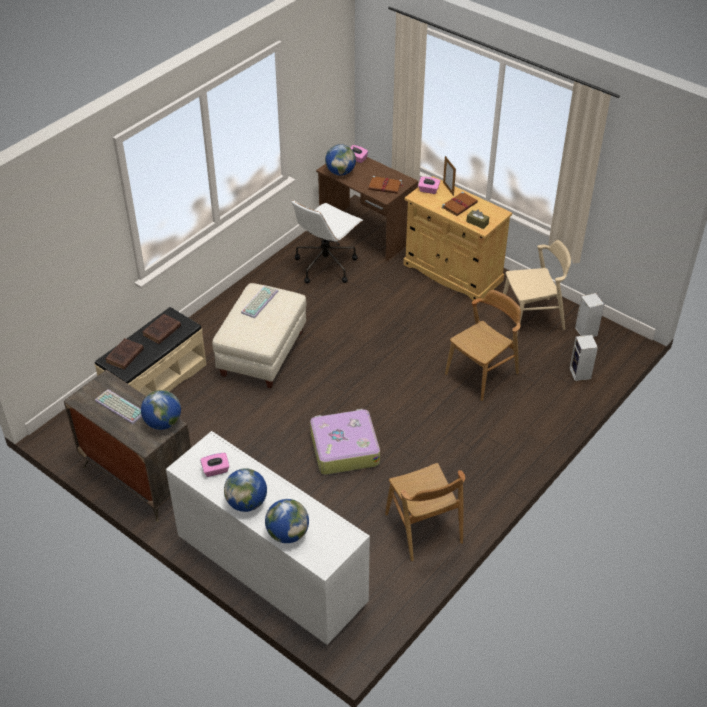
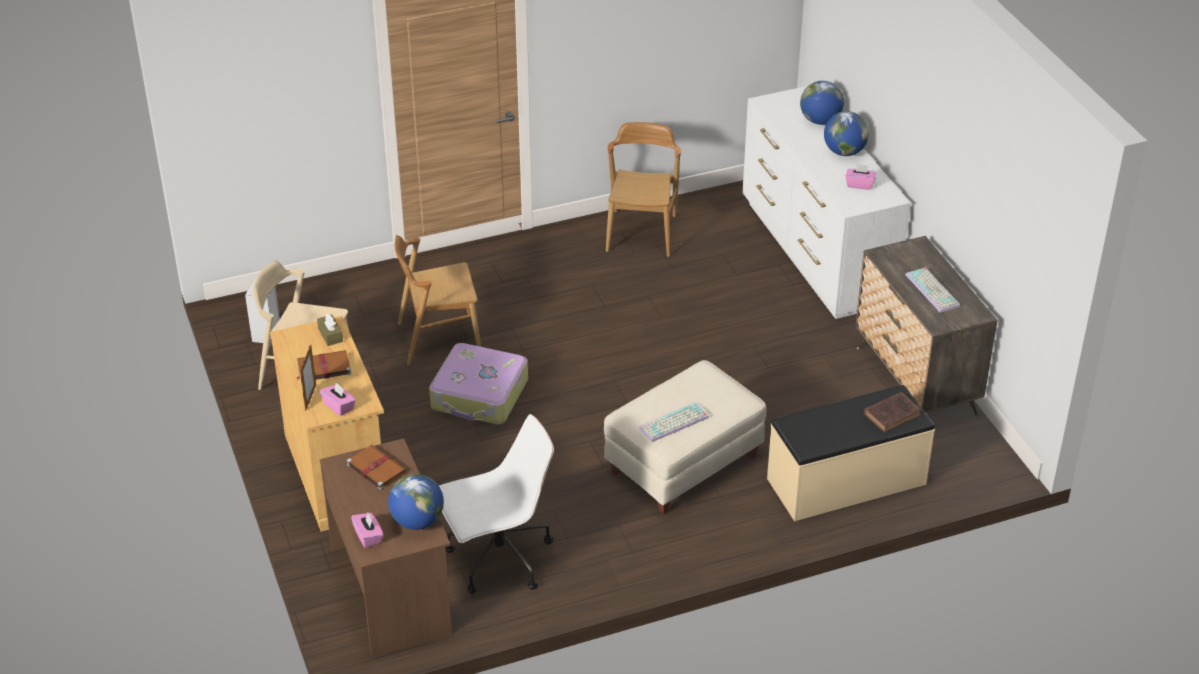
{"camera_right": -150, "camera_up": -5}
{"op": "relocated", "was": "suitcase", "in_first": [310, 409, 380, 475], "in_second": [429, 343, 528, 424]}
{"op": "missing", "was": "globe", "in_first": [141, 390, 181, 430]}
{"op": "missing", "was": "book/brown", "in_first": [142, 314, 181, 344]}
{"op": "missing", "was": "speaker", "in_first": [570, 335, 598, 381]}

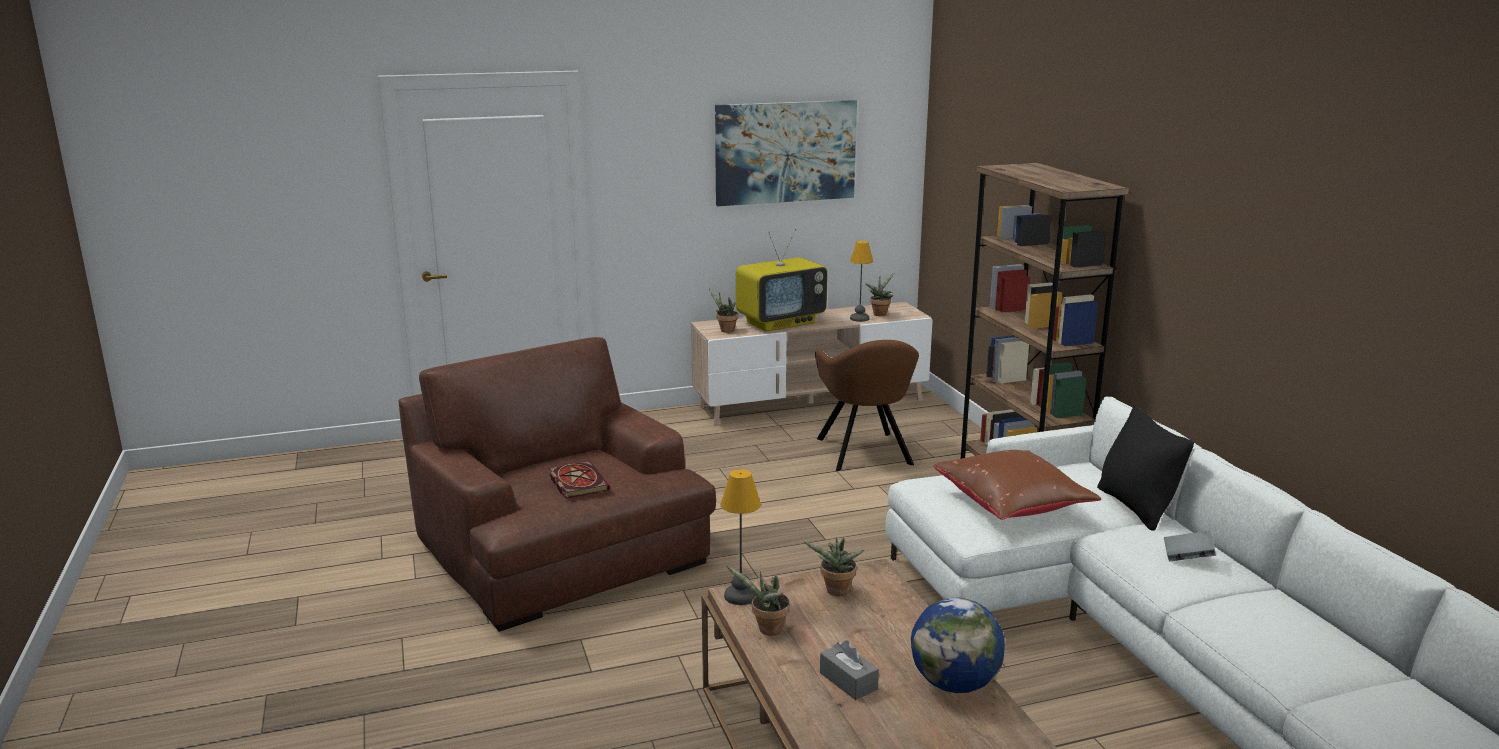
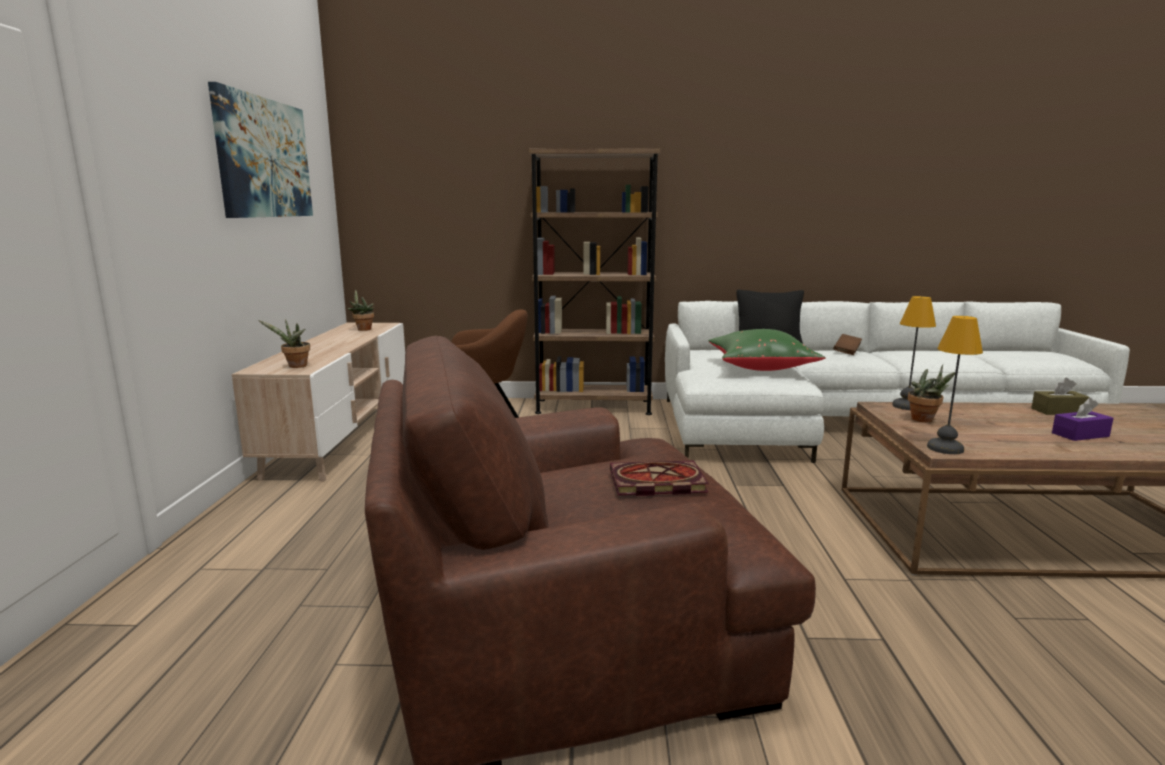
{"camera_right": -70, "camera_up": -5}
{"op": "colour", "was": "pillow/brown", "now": "pillow/green", "in_first": [934, 450, 1101, 520], "in_second": [709, 329, 825, 371]}
{"op": "colour", "was": "book/grey", "now": "book/brown", "in_first": [1164, 531, 1216, 561], "in_second": [833, 334, 862, 355]}
{"op": "relocated", "was": "table lamp", "in_first": [850, 241, 873, 322], "in_second": [892, 296, 936, 410]}
{"op": "exchanged", "was": "globe", "now": "tissue box/brown", "in_first": [911, 597, 1005, 693], "in_second": [1031, 378, 1090, 415]}
{"op": "colour", "was": "tissue box/grey", "now": "tissue box/purple", "in_first": [820, 640, 879, 700], "in_second": [1052, 398, 1114, 441]}
{"op": "missing", "was": "potted plant", "in_first": [727, 566, 790, 636]}
{"op": "missing", "was": "television", "in_first": [736, 229, 828, 332]}

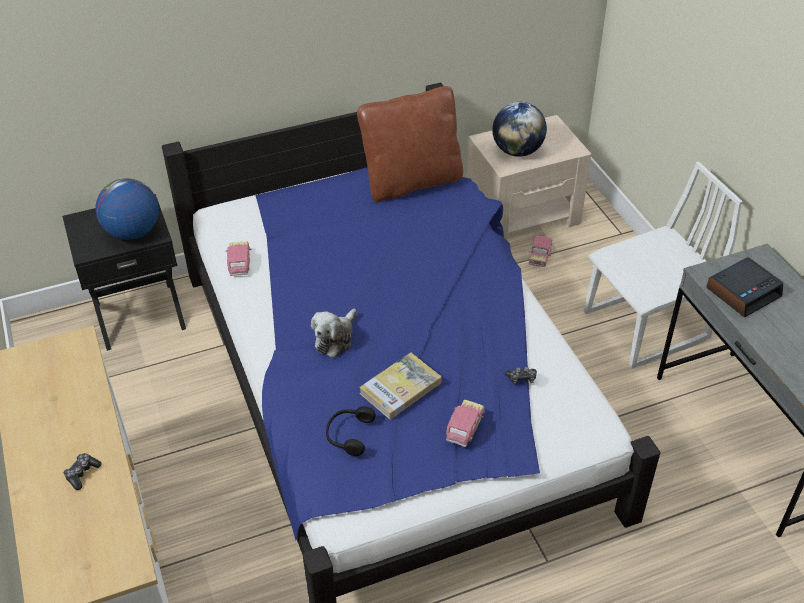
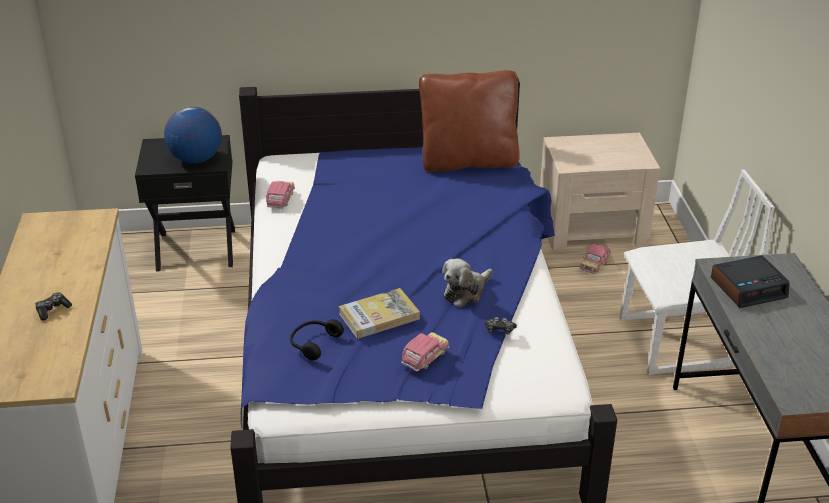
{"camera_right": 15, "camera_up": -10}
{"op": "relocated", "was": "plush toy", "in_first": [311, 308, 356, 358], "in_second": [442, 259, 492, 307]}
{"op": "missing", "was": "globe", "in_first": [492, 102, 547, 157]}

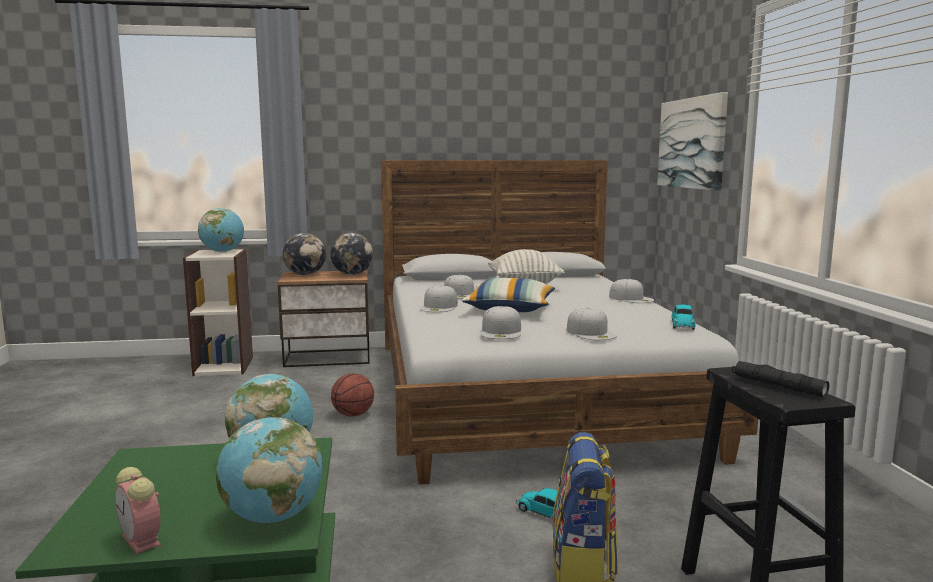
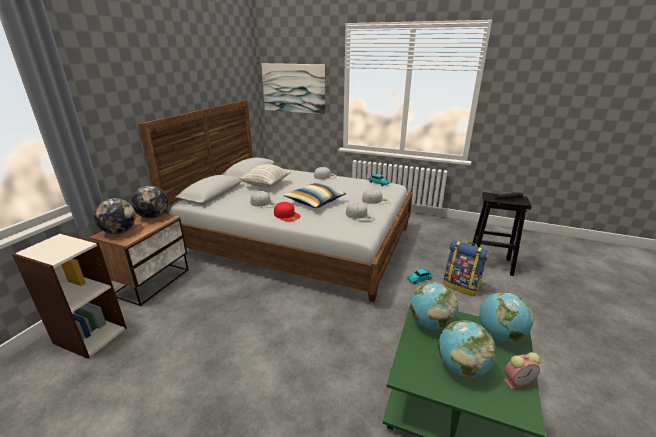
{"camera_right": -60, "camera_up": 15}
{"op": "colour", "was": "cap/white", "now": "cap/red", "in_first": [420, 285, 458, 312], "in_second": [274, 202, 300, 221]}
{"op": "relocated", "was": "globe", "in_first": [198, 208, 244, 252], "in_second": [438, 320, 496, 378]}
{"op": "missing", "was": "basketball", "in_first": [331, 373, 374, 417]}

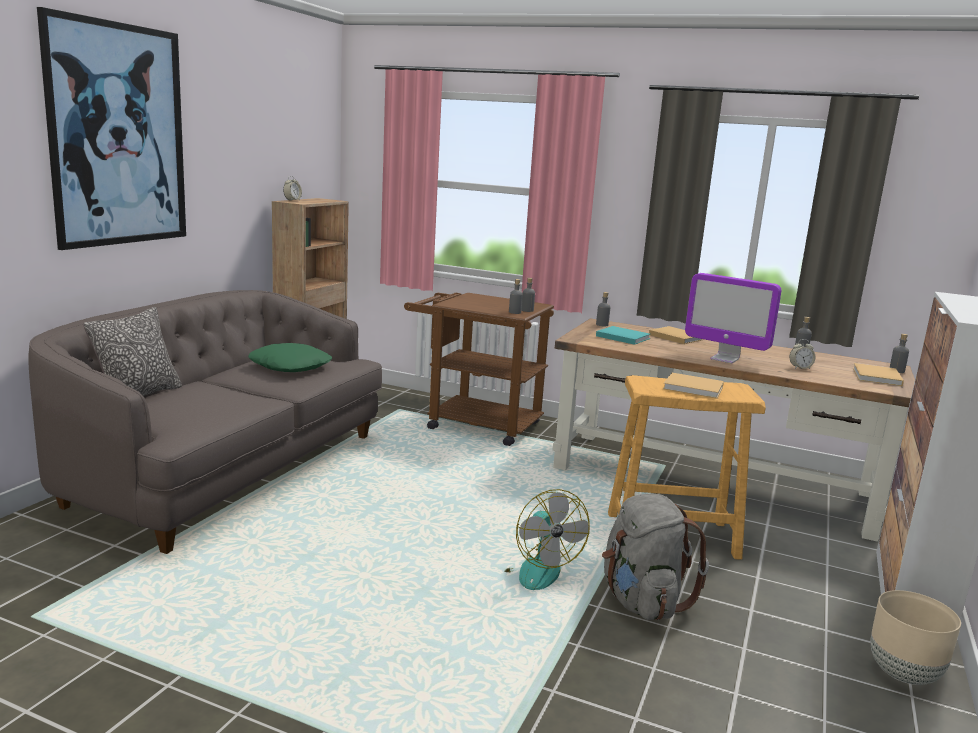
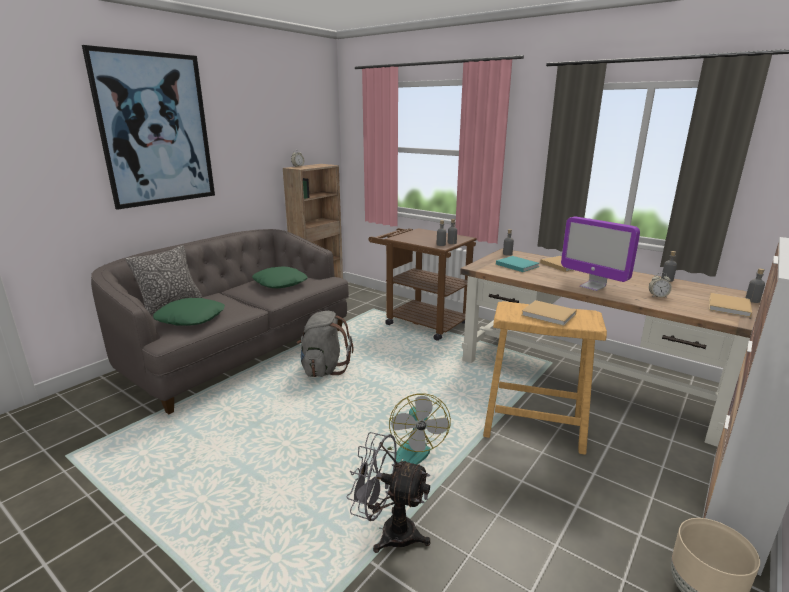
{"camera_right": 15, "camera_up": 5}
{"op": "appeared", "now": "pillow/green", "in_second": [153, 298, 225, 326]}
{"op": "relocated", "was": "backpack/grey", "in_first": [602, 493, 709, 620], "in_second": [296, 311, 353, 377]}
{"op": "appeared", "now": "fan/grey", "in_second": [347, 432, 430, 553]}

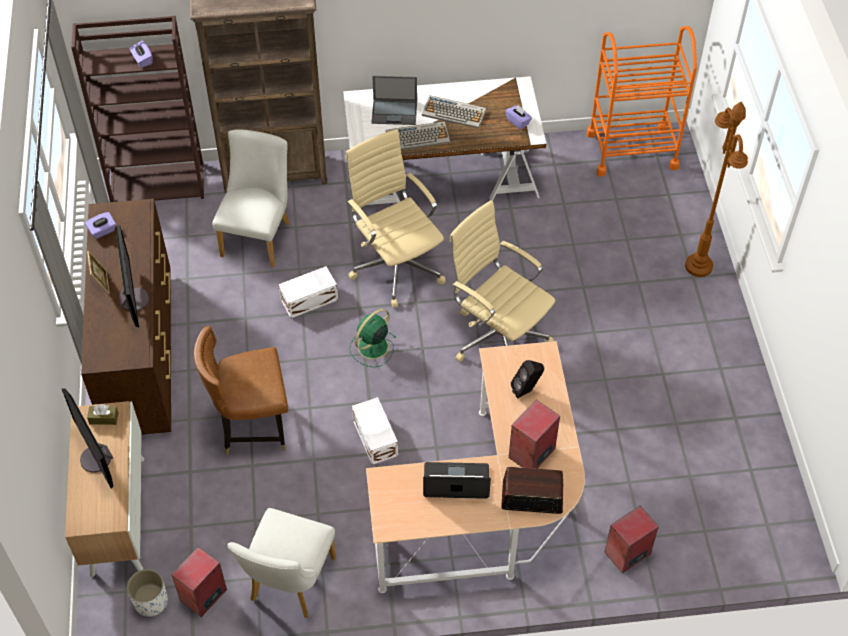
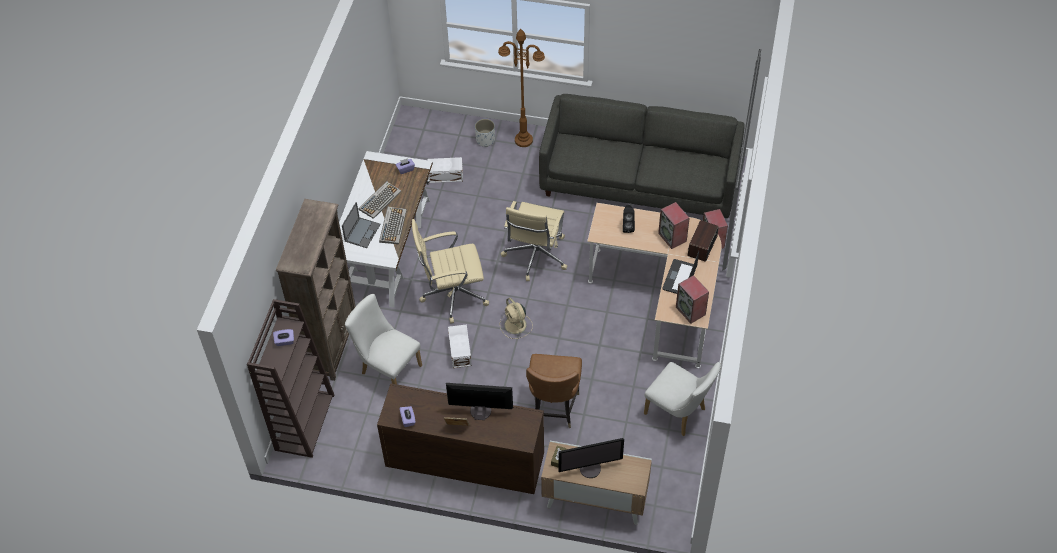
{"camera_right": -70, "camera_up": 0}
{"op": "relocated", "was": "storage box/white", "in_first": [352, 397, 398, 465], "in_second": [427, 157, 463, 183]}
{"op": "relocated", "was": "planter/white", "in_first": [127, 569, 168, 617], "in_second": [475, 119, 495, 147]}
{"op": "colour", "was": "fan/green", "now": "fan/beige", "in_first": [349, 309, 396, 367], "in_second": [499, 298, 533, 339]}
{"op": "spun", "was": "office chair/beige", "in_first": [449, 200, 555, 362], "in_second": [501, 201, 567, 281], "clockwise": -45}
{"op": "appeared", "now": "sofa/grey", "in_second": [539, 94, 745, 218]}
{"op": "relocated", "was": "speaker", "in_first": [171, 547, 227, 617], "in_second": [676, 275, 709, 324]}
{"op": "missing", "was": "cart/orange", "in_first": [586, 26, 697, 177]}

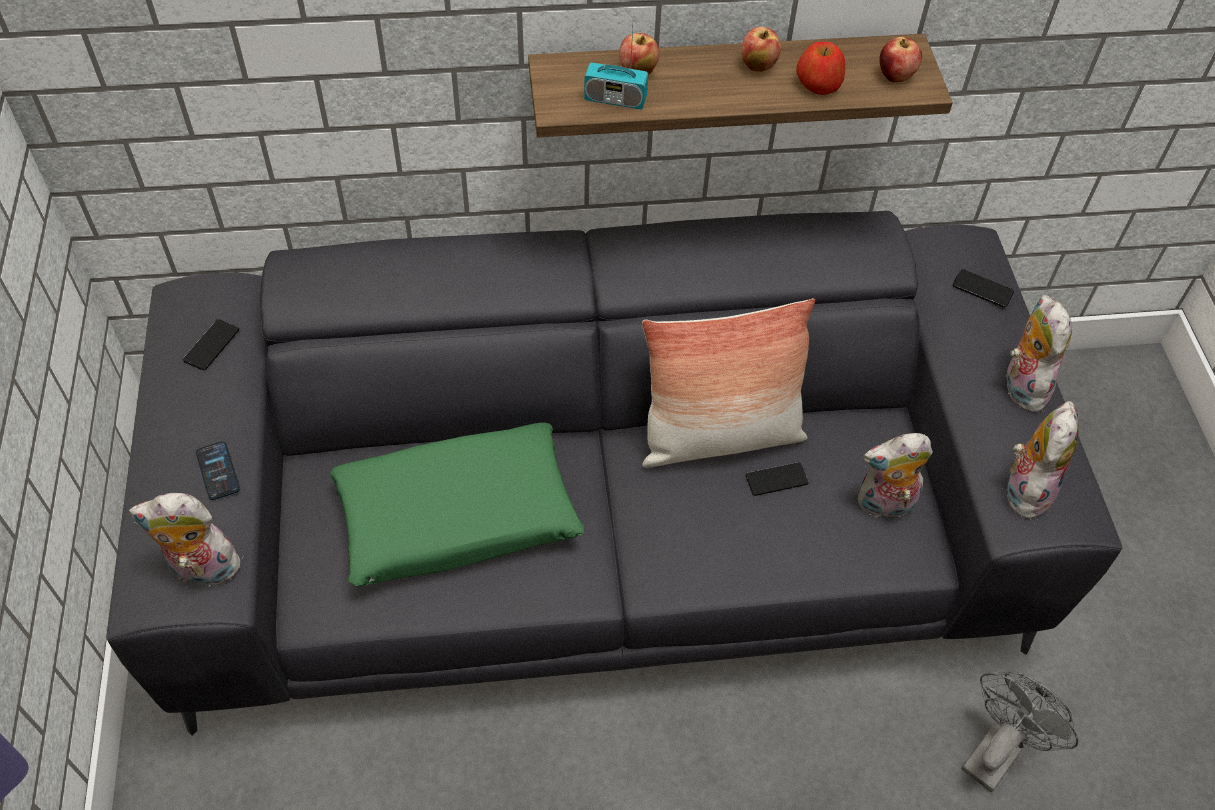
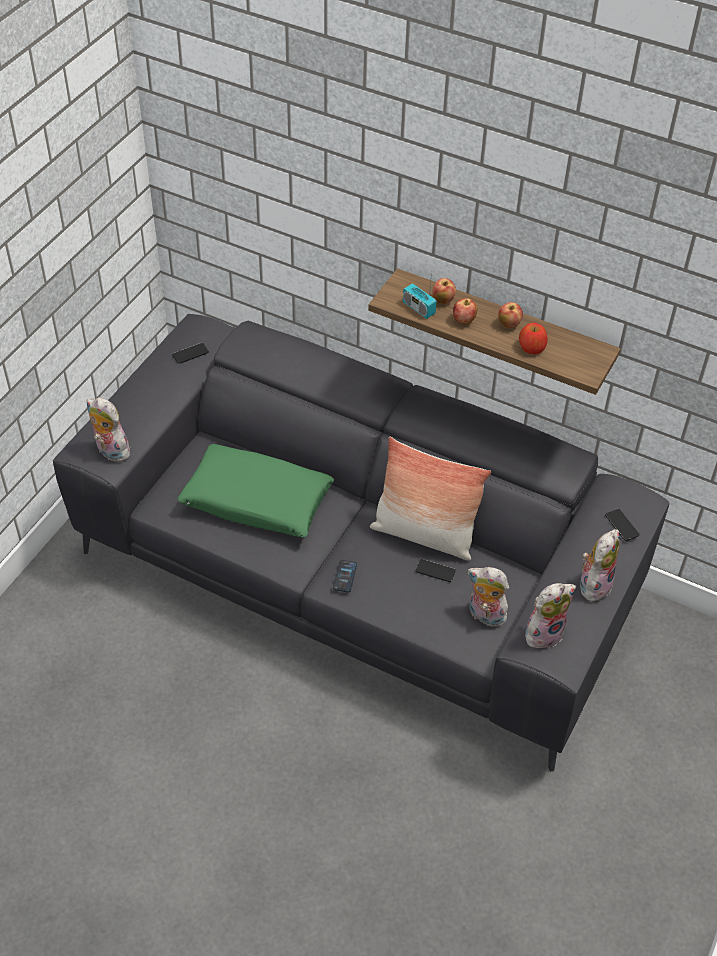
{"camera_right": 35, "camera_up": -5}
{"op": "relocated", "was": "phone", "in_first": [196, 441, 240, 500], "in_second": [333, 560, 357, 592]}
{"op": "relocated", "was": "apple", "in_first": [880, 37, 922, 82], "in_second": [453, 298, 477, 324]}
{"op": "missing", "was": "fan/grey", "in_first": [961, 672, 1078, 792]}

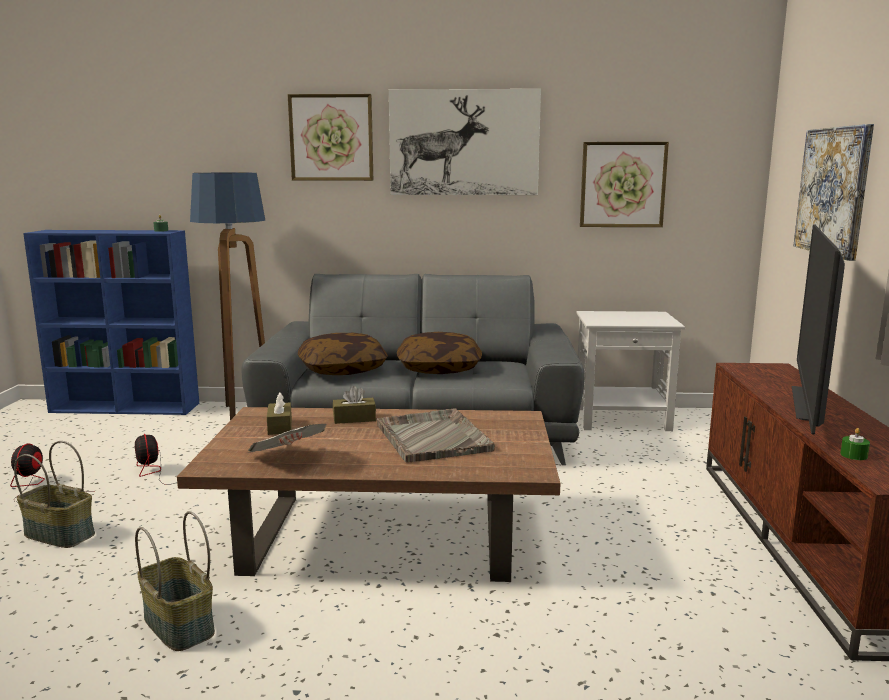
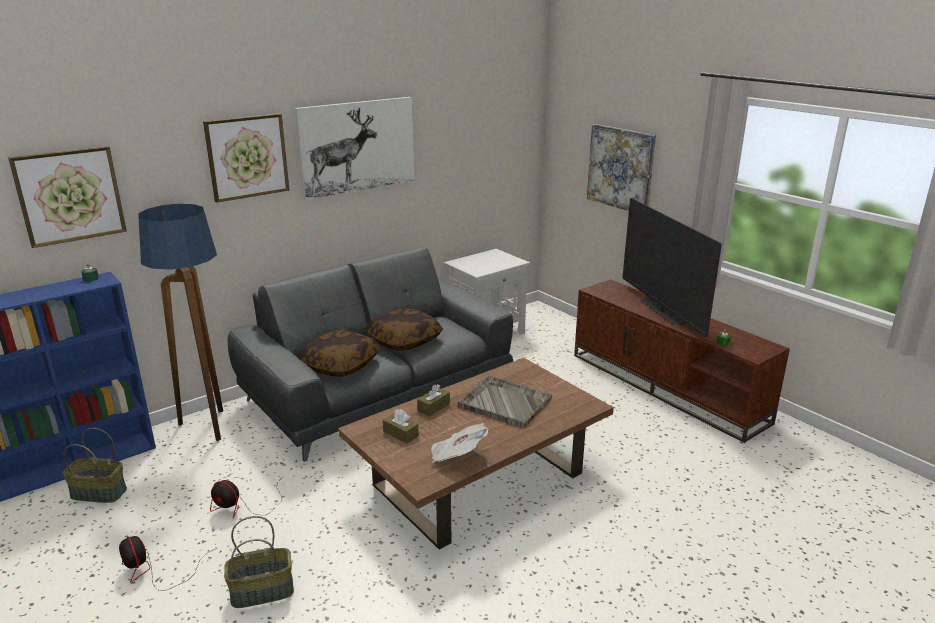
{"camera_right": -40, "camera_up": 10}
{"op": "relocated", "was": "picture", "in_first": [580, 142, 669, 227], "in_second": [8, 146, 127, 248]}
{"op": "relocated", "was": "basket", "in_first": [135, 511, 215, 651], "in_second": [62, 428, 127, 503]}

